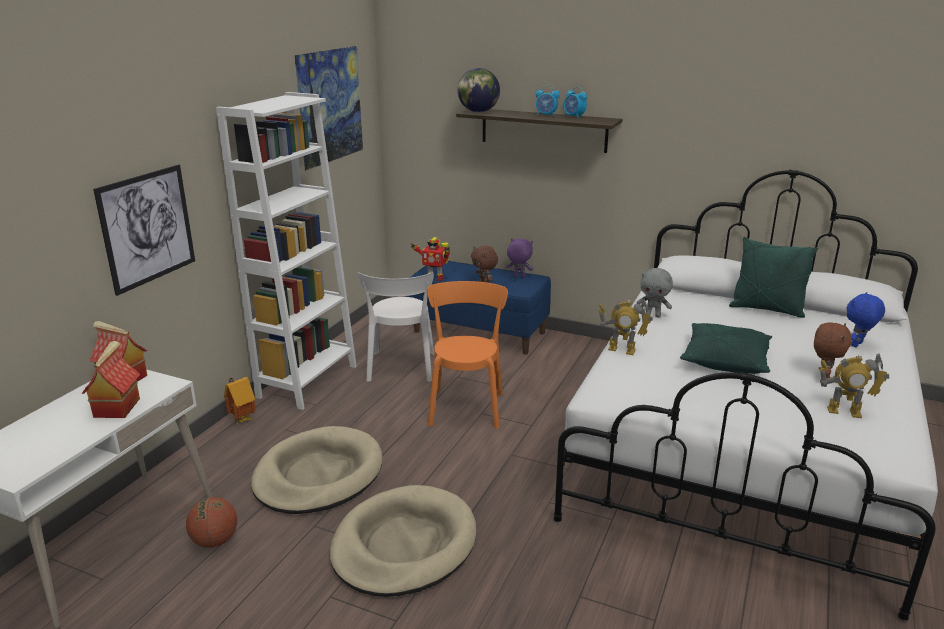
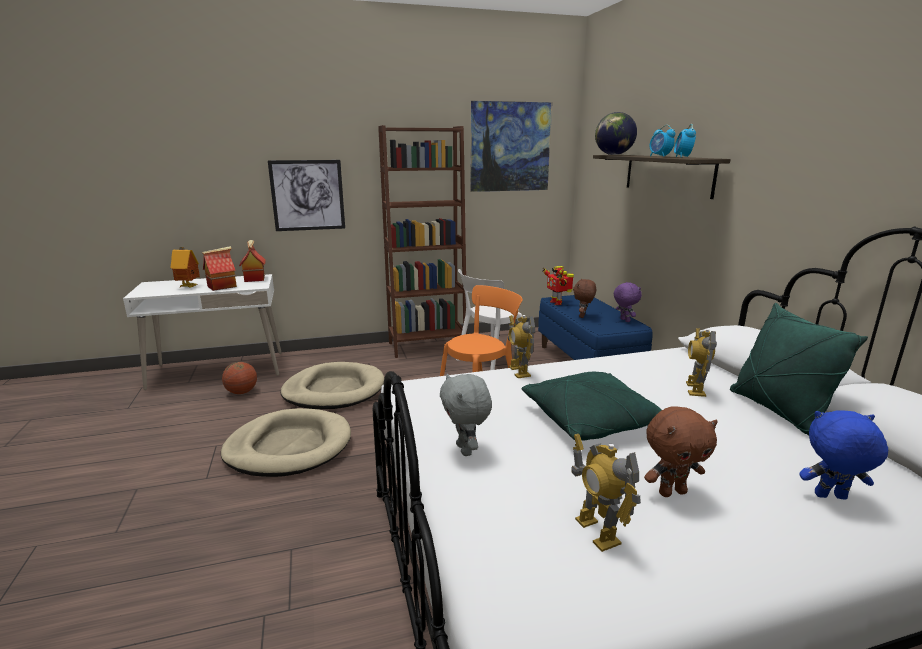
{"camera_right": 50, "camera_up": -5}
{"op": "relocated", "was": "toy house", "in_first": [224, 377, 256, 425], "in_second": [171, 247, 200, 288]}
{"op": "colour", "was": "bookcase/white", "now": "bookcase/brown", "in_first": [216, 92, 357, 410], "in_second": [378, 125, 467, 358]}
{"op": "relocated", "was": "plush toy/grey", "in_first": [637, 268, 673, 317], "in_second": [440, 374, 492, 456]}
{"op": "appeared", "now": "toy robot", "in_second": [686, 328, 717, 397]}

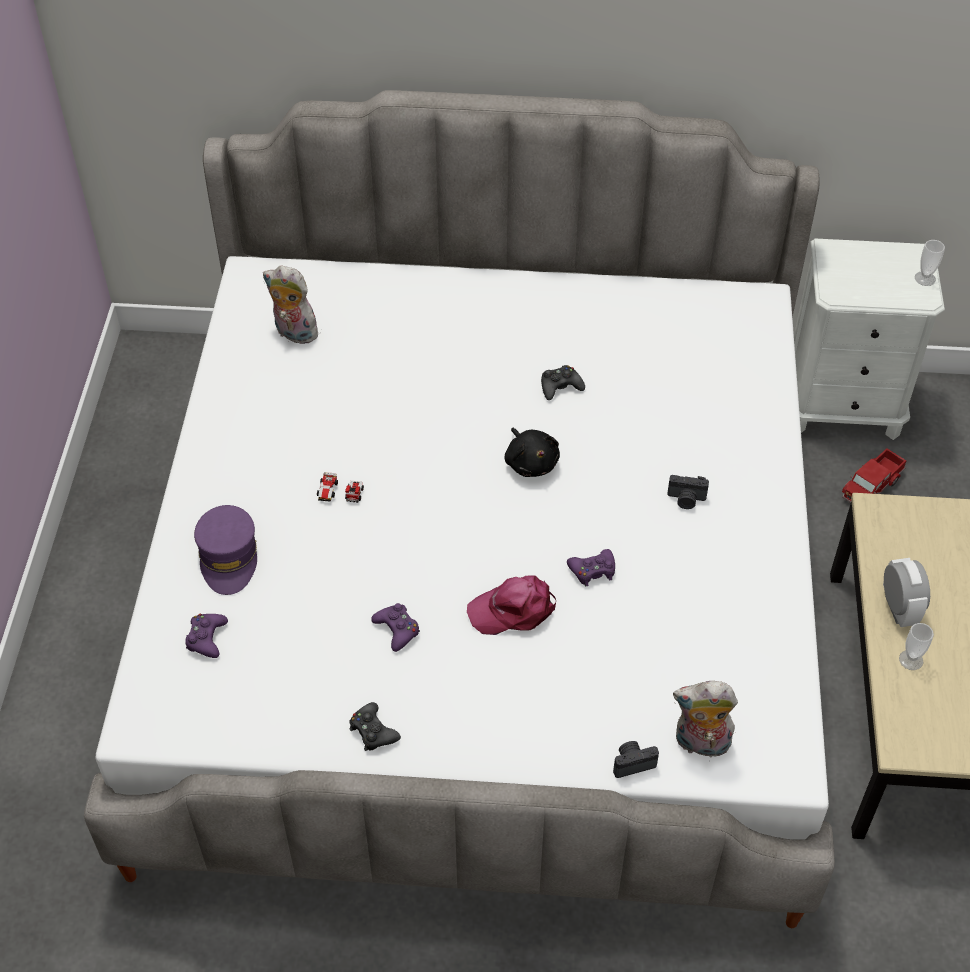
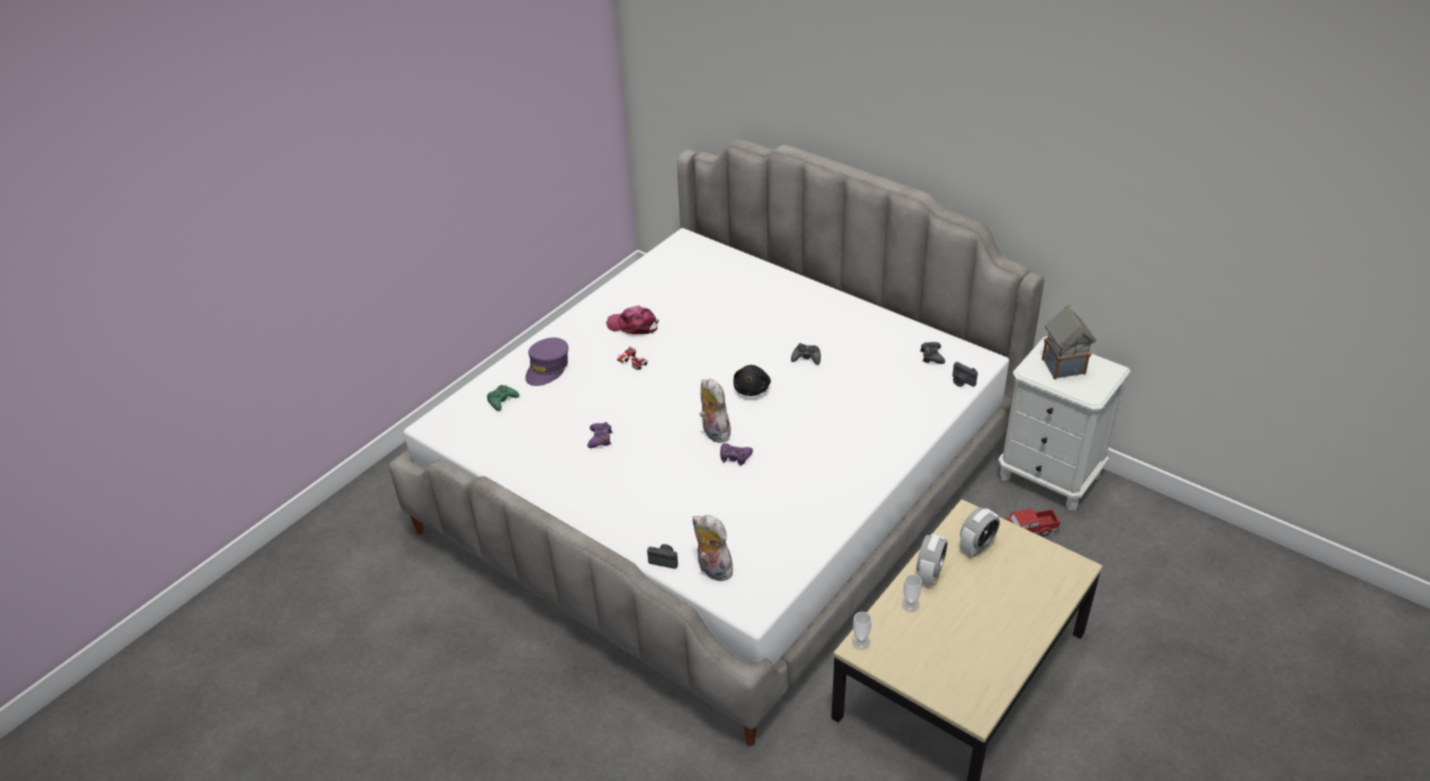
{"camera_right": 35, "camera_up": -10}
{"op": "colour", "was": "game controller/purple", "now": "game controller/green", "in_first": [185, 614, 228, 658], "in_second": [487, 385, 519, 411]}
{"op": "relocated", "was": "cap/pink", "in_first": [467, 575, 556, 635], "in_second": [606, 306, 659, 334]}
{"op": "relocated", "was": "plush toy", "in_first": [263, 266, 318, 344], "in_second": [700, 379, 731, 443]}
{"op": "relocated", "was": "cup", "in_first": [915, 240, 945, 286], "in_second": [852, 612, 872, 650]}
{"op": "relocated", "was": "game controller/black", "in_first": [349, 702, 401, 751], "in_second": [920, 342, 945, 364]}
{"op": "relocated", "was": "photo camera", "in_first": [667, 475, 709, 509], "in_second": [952, 362, 978, 387]}
{"op": "appeared", "now": "alarm clock", "in_second": [960, 507, 1000, 557]}
{"op": "appeared", "now": "toy house", "in_second": [1042, 305, 1097, 379]}

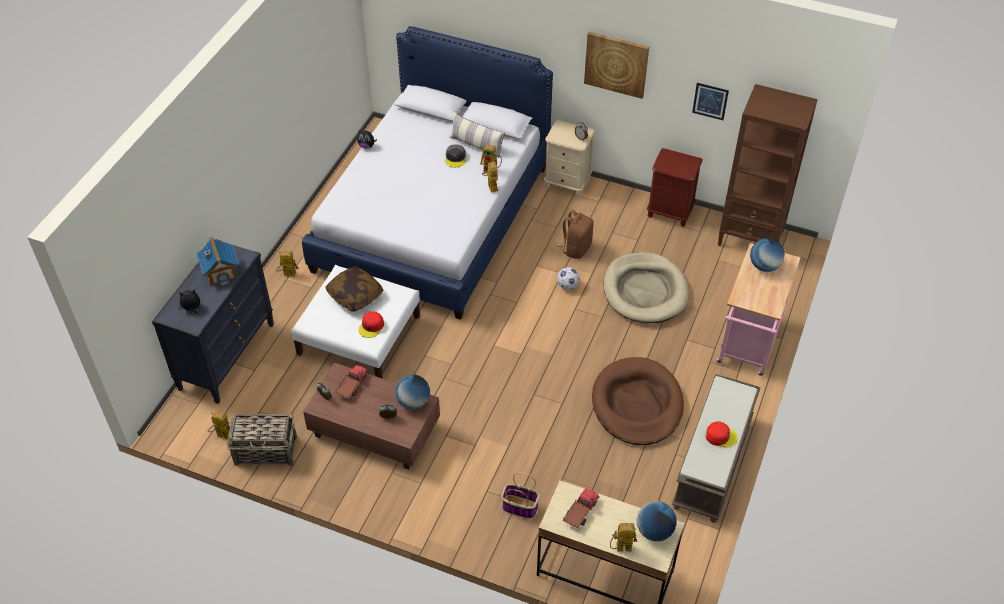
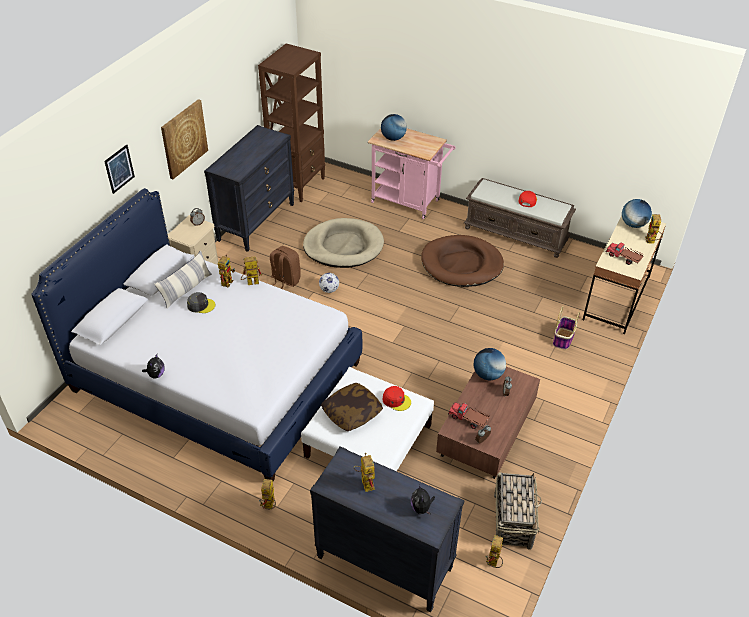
{"camera_right": -85, "camera_up": -5}
{"op": "relocated", "was": "picture", "in_first": [692, 83, 729, 120], "in_second": [104, 144, 135, 194]}
{"op": "exchanged", "was": "nightstand/brown", "now": "dresser/black", "in_first": [647, 148, 703, 227], "in_second": [204, 125, 295, 252]}
{"op": "exchanged", "was": "toy house", "now": "toy robot", "in_first": [196, 237, 239, 286], "in_second": [354, 453, 375, 492]}

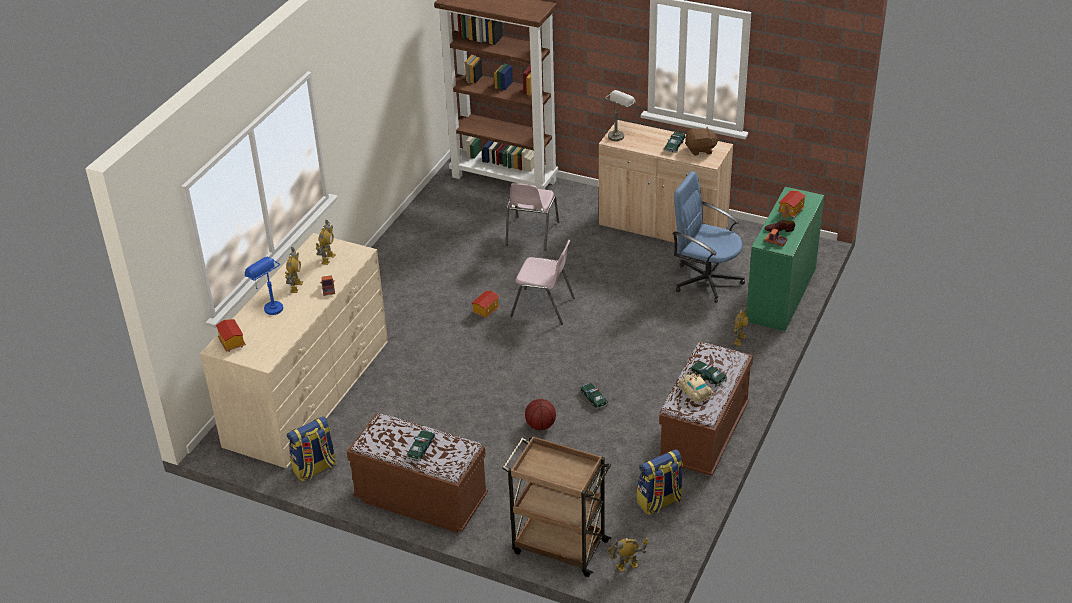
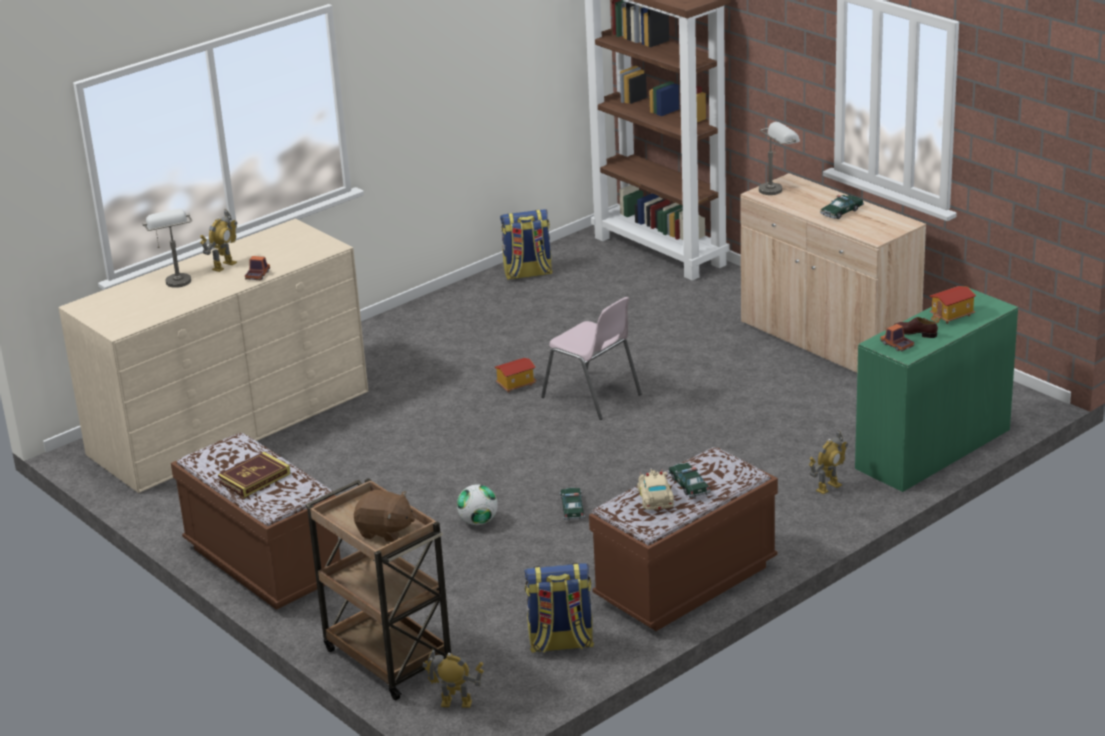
{"camera_right": 25, "camera_up": -10}
{"op": "colour", "was": "table lamp/blue", "now": "table lamp/grey", "in_first": [245, 257, 283, 315], "in_second": [143, 209, 192, 288]}
{"op": "exchanged", "was": "toy car", "now": "book", "in_first": [406, 430, 436, 461], "in_second": [218, 452, 291, 498]}
{"op": "relocated", "was": "plush toy/brown", "in_first": [685, 126, 719, 156], "in_second": [354, 490, 415, 542]}
{"op": "exchanged", "was": "basketball", "now": "football", "in_first": [525, 399, 556, 430], "in_second": [457, 484, 498, 525]}
{"op": "relocated", "was": "backpack", "in_first": [287, 416, 337, 482], "in_second": [500, 209, 553, 280]}
{"op": "missing", "was": "toy house", "in_first": [216, 319, 246, 352]}
{"op": "missing", "was": "toy robot", "in_first": [316, 220, 336, 265]}
{"op": "missing", "was": "chair/pink", "in_first": [506, 183, 559, 251]}
{"op": "missing", "was": "office chair/blue", "in_first": [673, 171, 745, 303]}

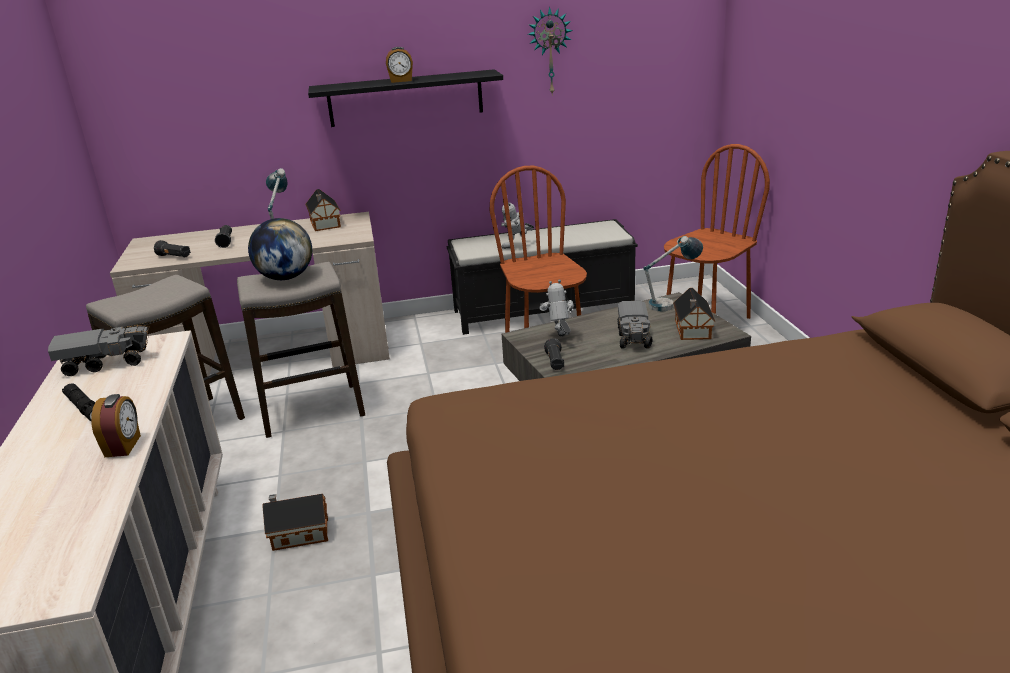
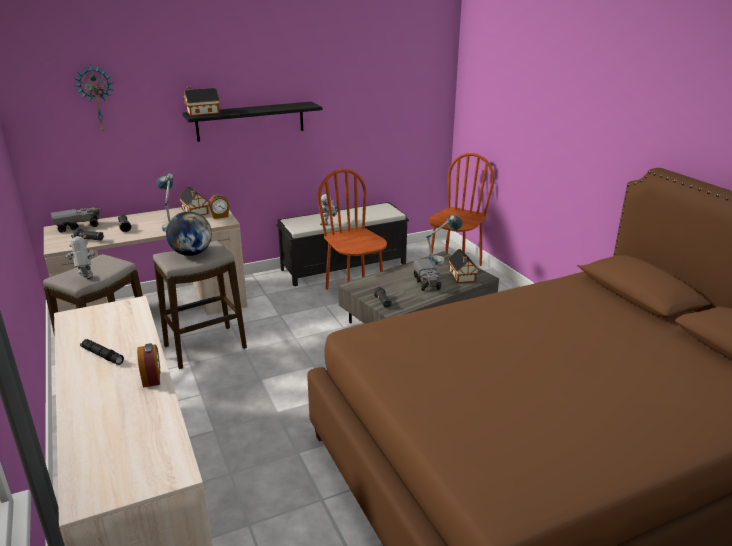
{"camera_right": -15, "camera_up": 0}
{"op": "relocated", "was": "toy truck", "in_first": [48, 323, 149, 376], "in_second": [51, 206, 101, 233]}
{"op": "relocated", "was": "toy robot", "in_first": [539, 279, 574, 337], "in_second": [65, 233, 95, 280]}
{"op": "relocated", "was": "wall clock", "in_first": [528, 7, 573, 94], "in_second": [74, 66, 113, 134]}
{"op": "relocated", "was": "toy house", "in_first": [262, 494, 328, 551], "in_second": [184, 87, 220, 116]}
{"op": "relocated", "was": "alarm clock", "in_first": [386, 47, 413, 83], "in_second": [209, 194, 229, 219]}

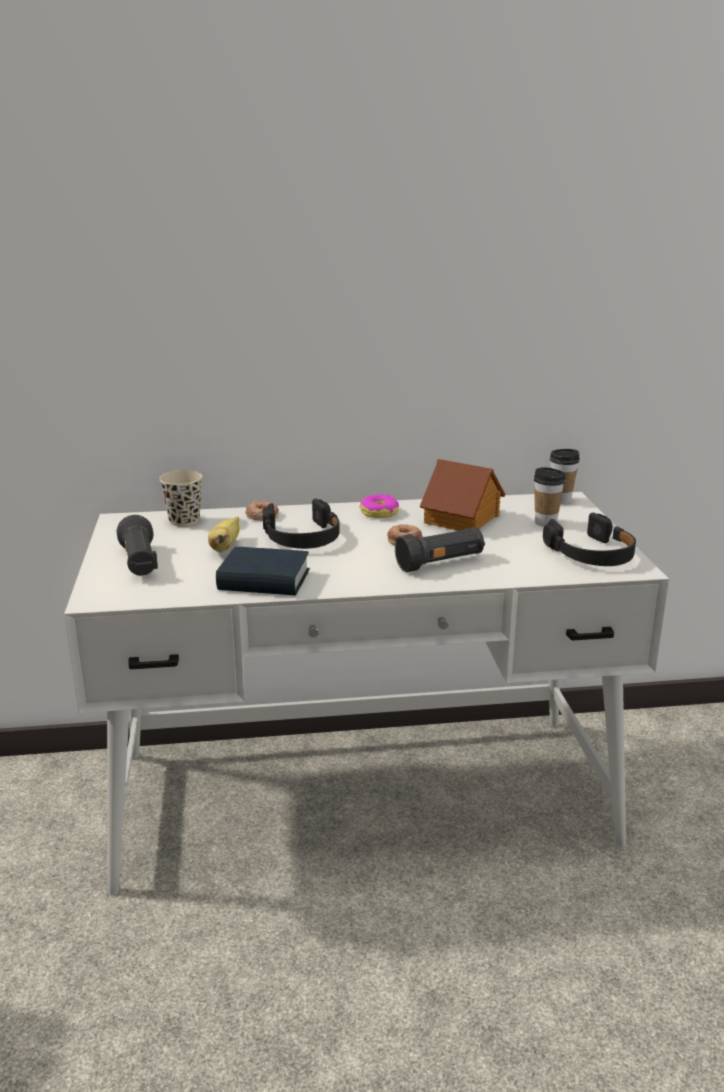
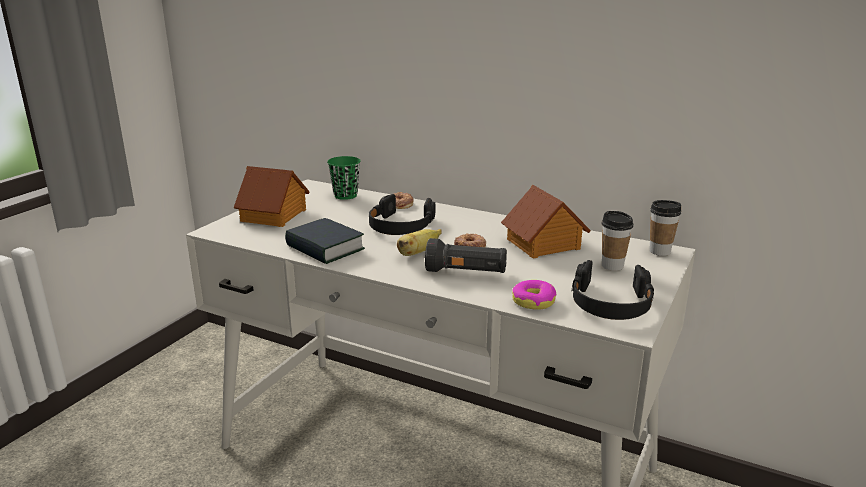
{"camera_right": 35, "camera_up": 0}
{"op": "exchanged", "was": "flashlight/black", "now": "toy house", "in_first": [117, 515, 158, 576], "in_second": [234, 166, 310, 227]}
{"op": "colour", "was": "cup/beige", "now": "cup/green", "in_first": [159, 470, 202, 527], "in_second": [327, 156, 361, 200]}
{"op": "relocated", "was": "banana", "in_first": [208, 517, 240, 553], "in_second": [397, 229, 442, 256]}
{"op": "relocated", "was": "donut", "in_first": [360, 494, 399, 518], "in_second": [512, 280, 556, 310]}

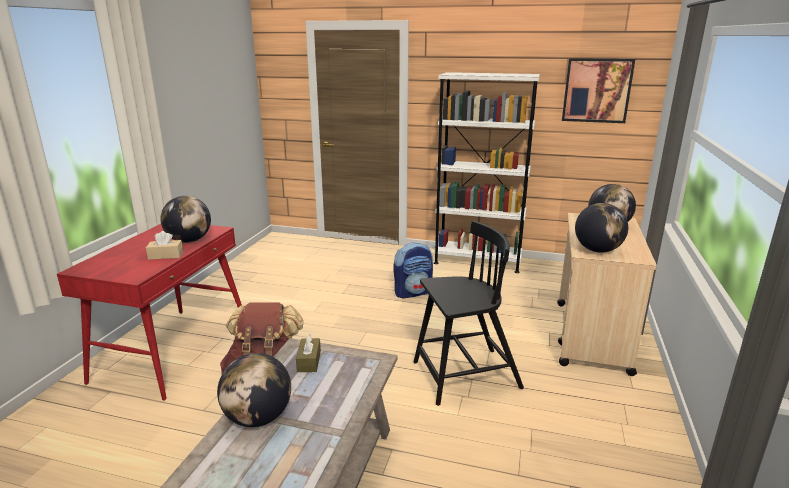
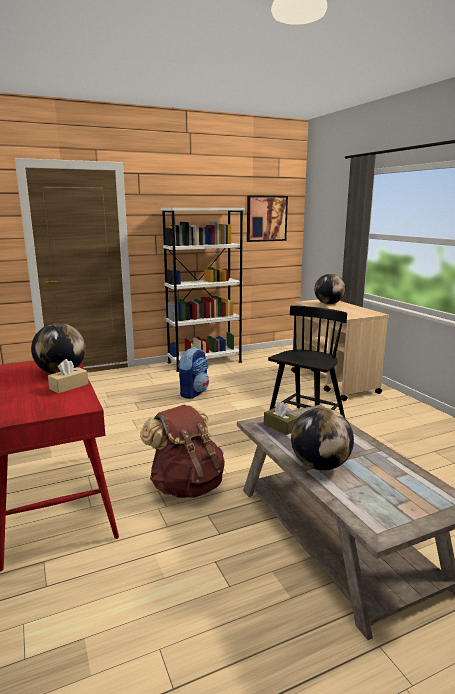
{"camera_right": -40, "camera_up": -5}
{"op": "missing", "was": "globe", "in_first": [575, 203, 628, 253]}

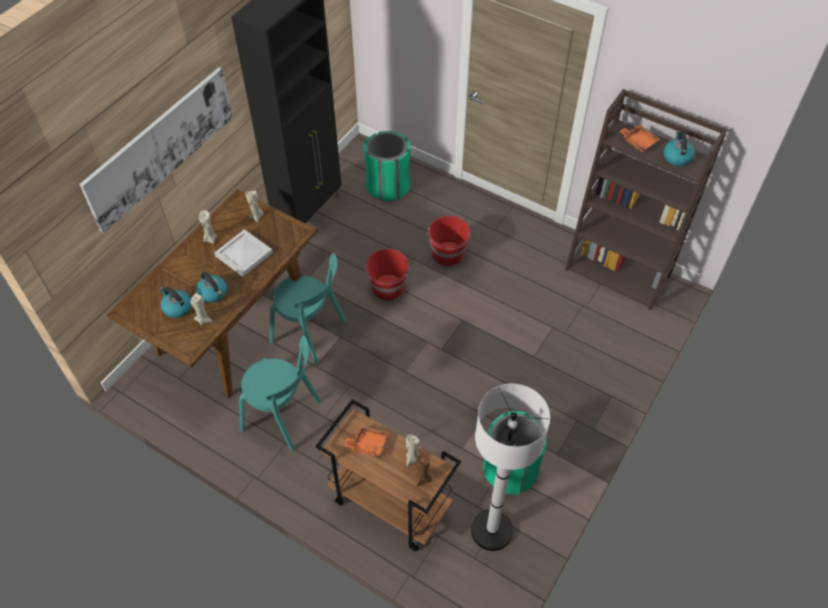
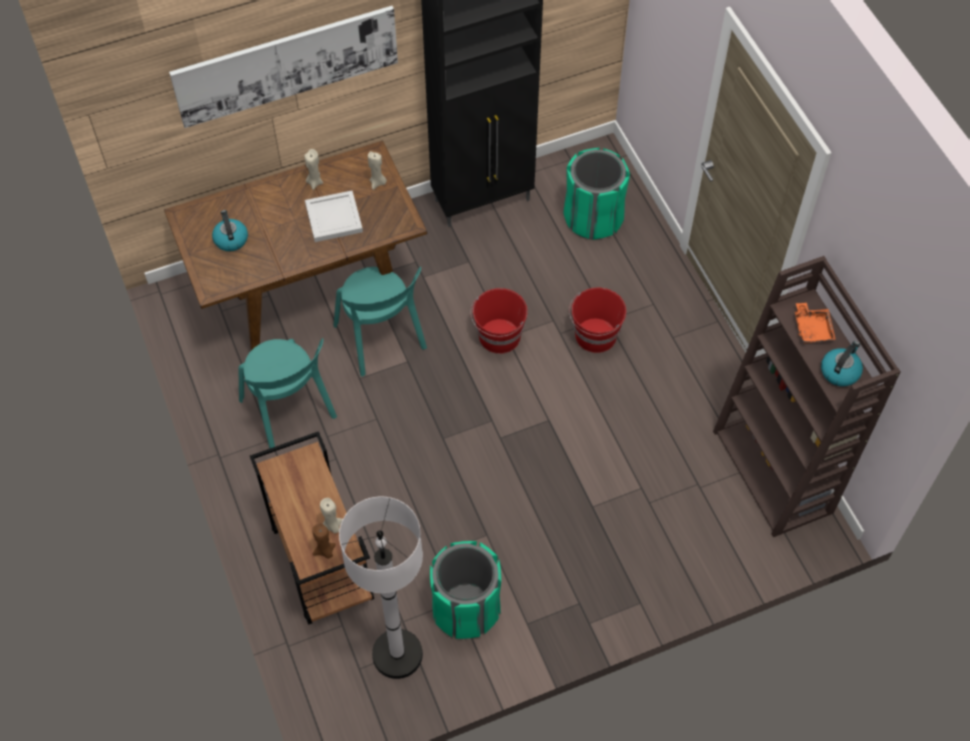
{"camera_right": 35, "camera_up": 5}
{"op": "missing", "was": "candle/beige", "in_first": [191, 293, 212, 326]}
{"op": "missing", "was": "kettle", "in_first": [196, 271, 227, 303]}
{"op": "missing", "was": "tray/orange", "in_first": [344, 425, 389, 458]}

